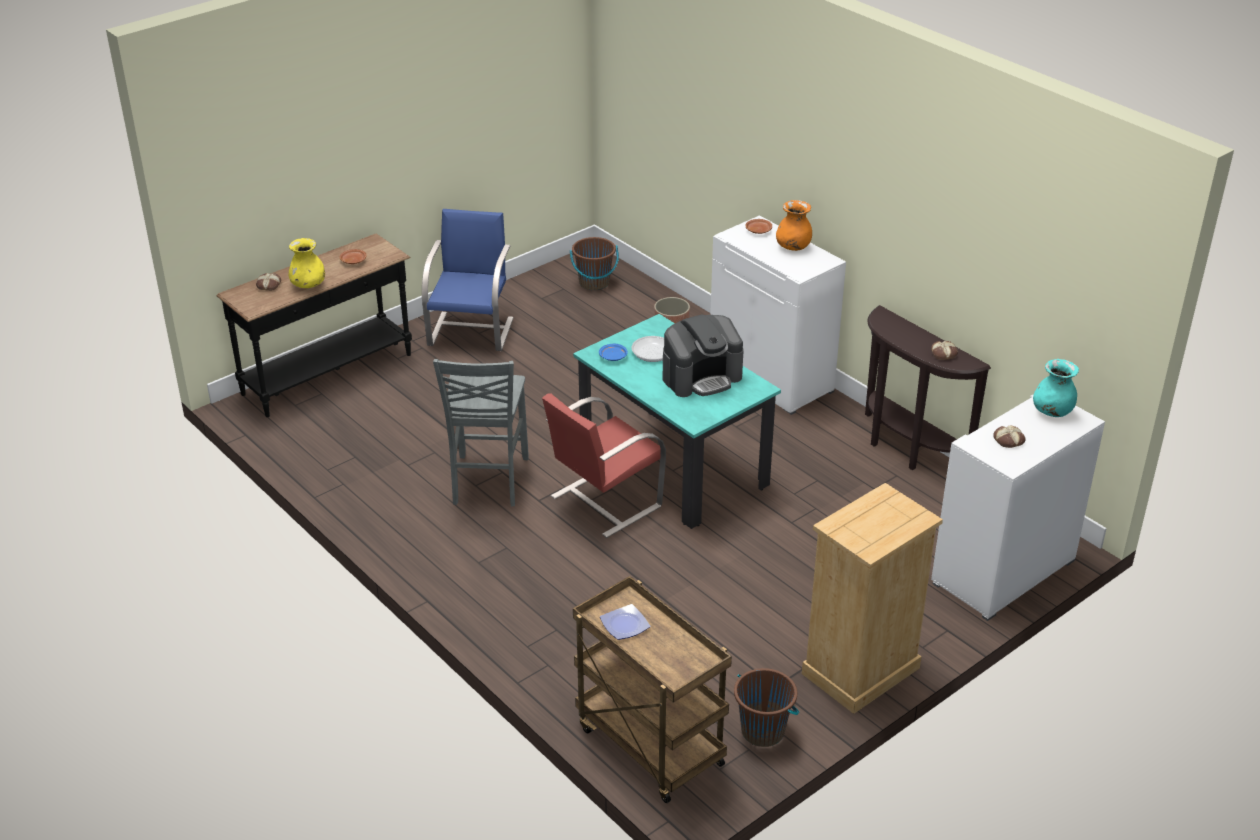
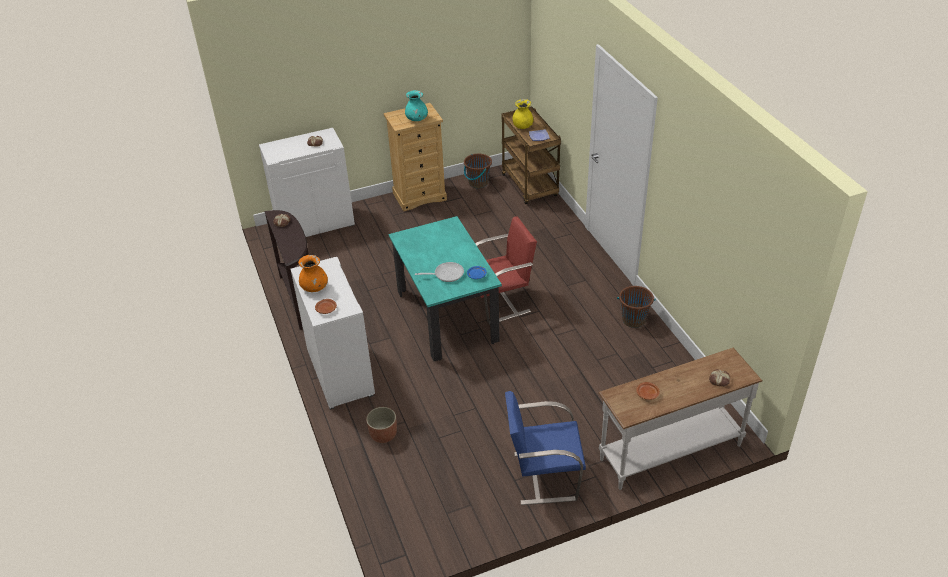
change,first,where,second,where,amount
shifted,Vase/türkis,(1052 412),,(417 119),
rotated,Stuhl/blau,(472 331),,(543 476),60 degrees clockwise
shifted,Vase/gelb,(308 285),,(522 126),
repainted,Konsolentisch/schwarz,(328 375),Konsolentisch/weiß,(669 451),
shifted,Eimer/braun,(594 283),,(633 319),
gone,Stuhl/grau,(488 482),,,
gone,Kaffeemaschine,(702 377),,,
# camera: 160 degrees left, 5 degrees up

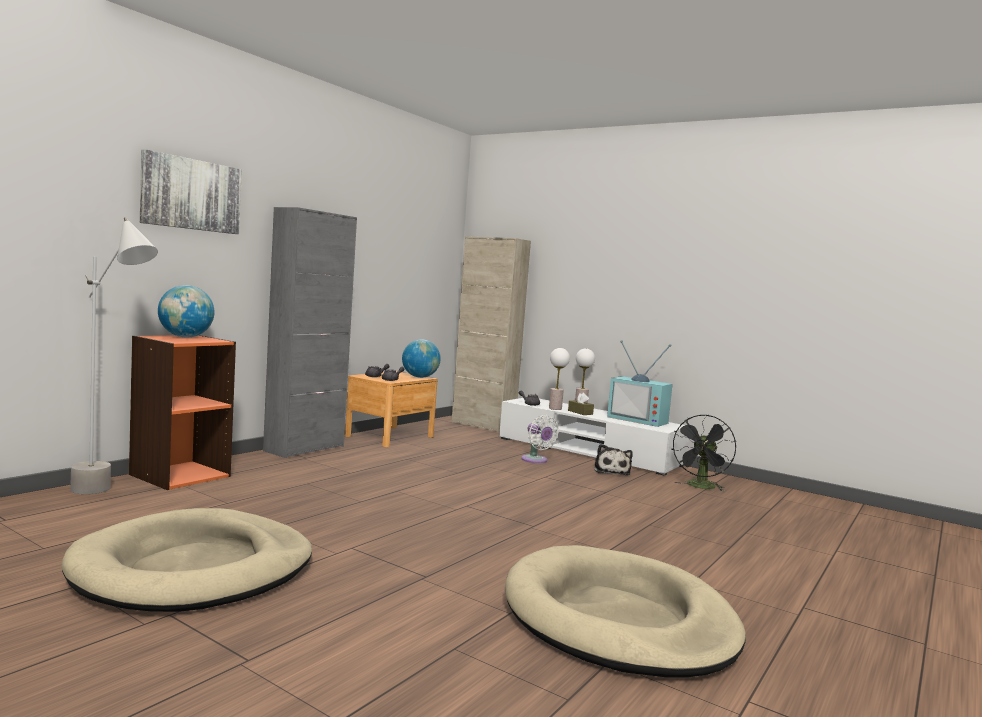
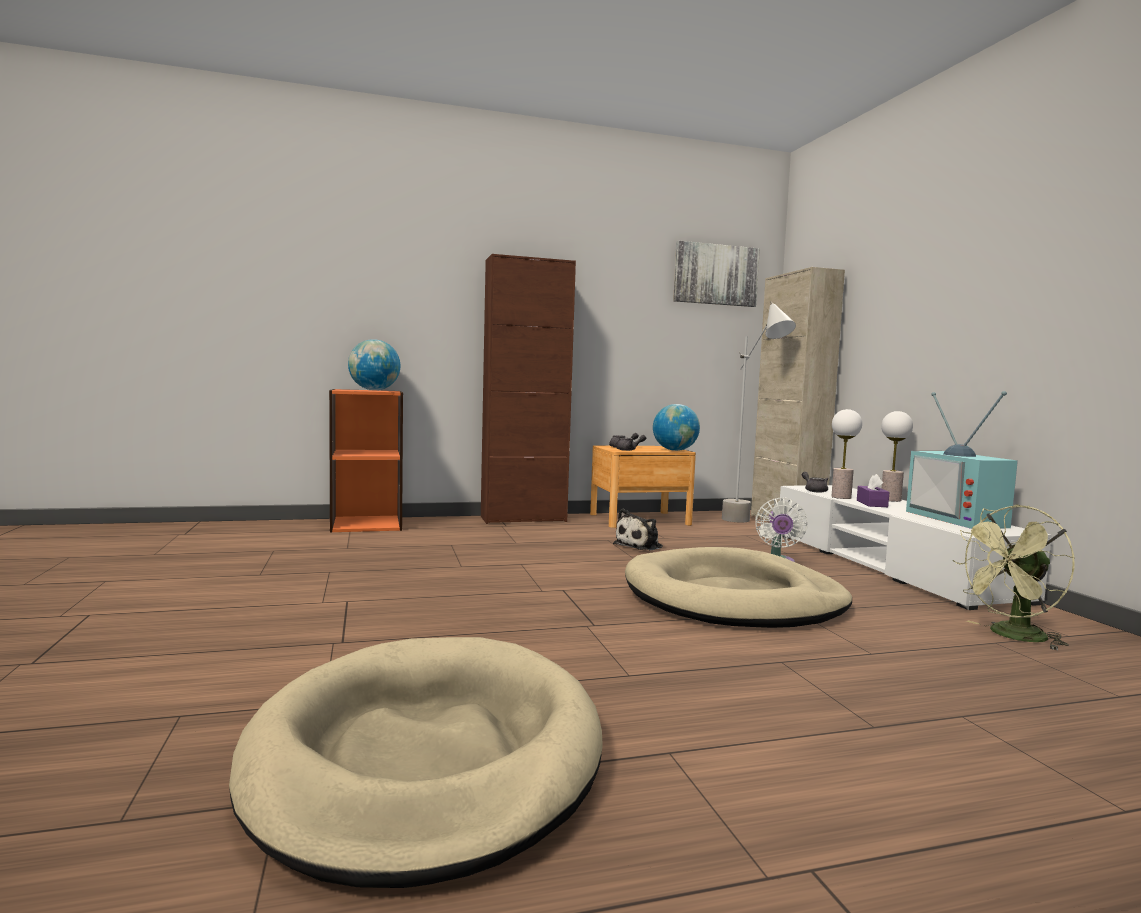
change,first,where,second,where,amount
repainted,Schrank/grau,(304 448),Schrank/braun,(523 519),
shifted,Plüschtier,(611 471),,(640 545),
shifted,Hundebett/beige,(195 569),,(734 598),
shifted,Bild,(191 194),,(715 275),
shifted,Stehlampe/grau,(109 495),,(750 524),
repainted,Taschentuchbox/braun,(580 412),Taschentuchbox/lila,(872 503),
repainted,Ventilator/schwarz,(700 487),Ventilator/grün,(1012 636),
# camera: 40 degrees right, 0 degrees up

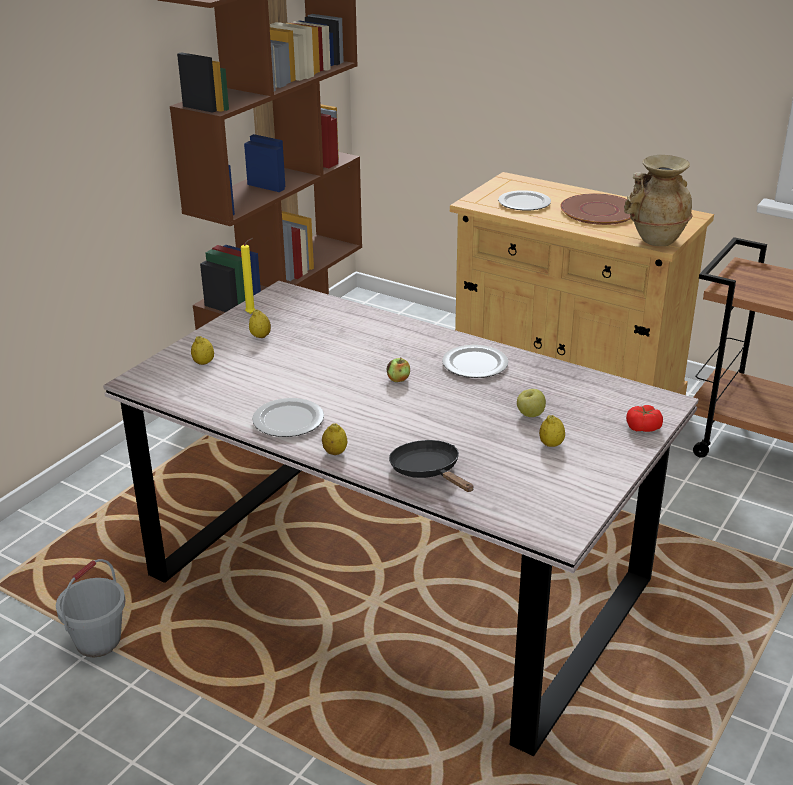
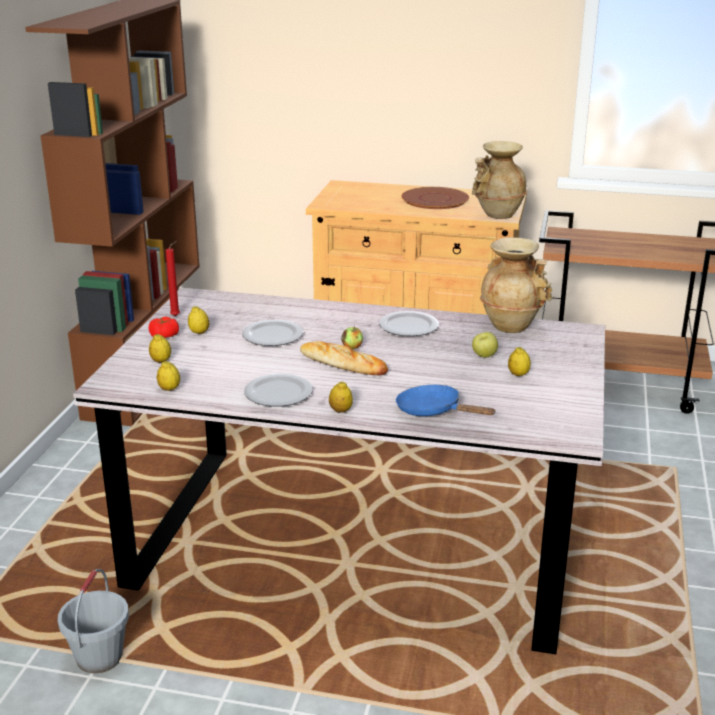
change,first,where,second,where,amount
shifted,Tomate,(643 427),,(164 335),
new,,,Zitrone,(169 389),
repainted,Kerze/gelb,(252 313),Kerze/rot,(177 316),
shifted,Teller,(524 203),,(273 336),
new,,,Brot,(343 364),
repainted,Pfanne/schwarz,(428 472),Pfanne/blau,(434 411),
new,,,Vase/beige,(511 325),
# camera: 20 degrees left, 5 degrees down

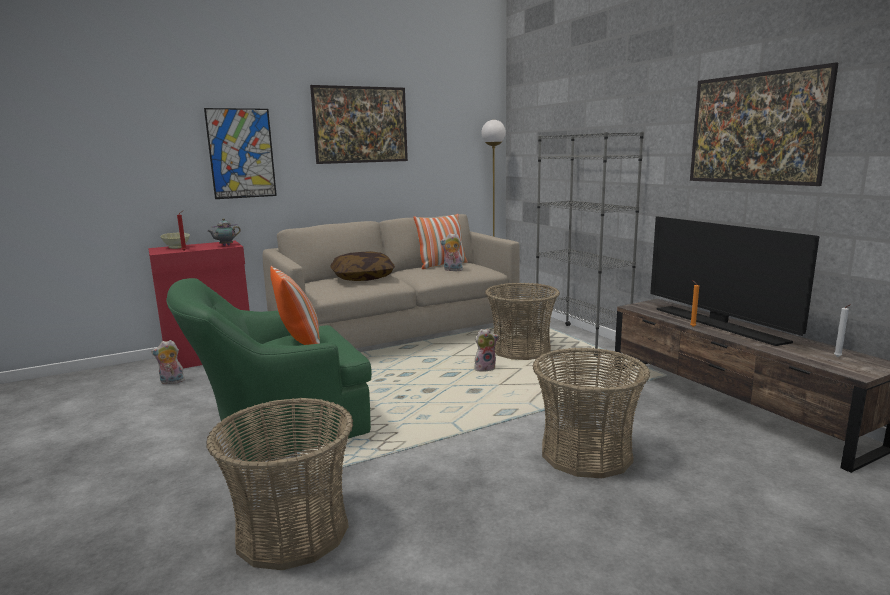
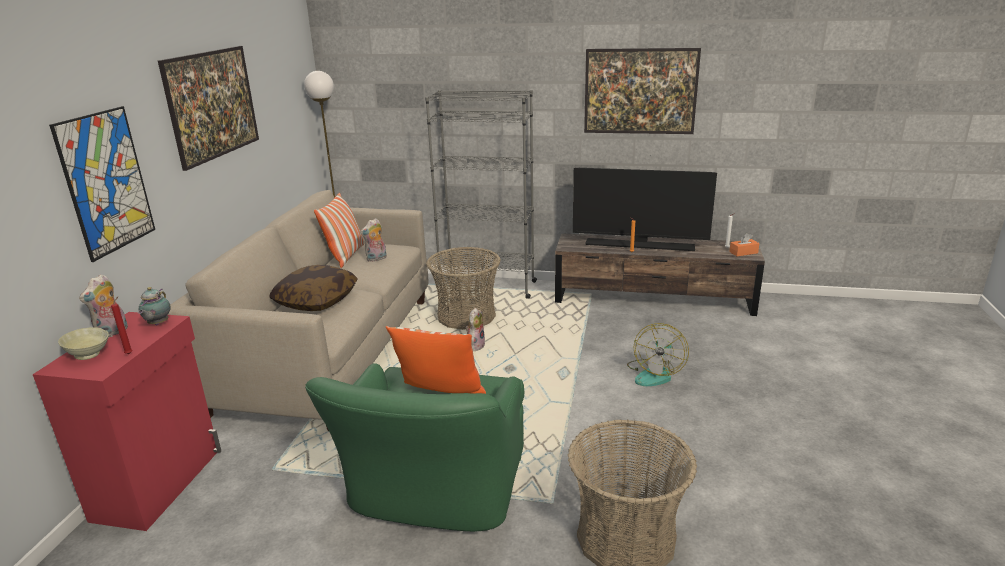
change,first,where,second,where,amount
shifted,Plüschtier,(171 382),,(112 333),
swapped,Korb,(586 453),Ventilator,(655 374),
new,,,Taschentuchbox/orange,(743 252),
# camera: 50 degrees left, 10 degrees up

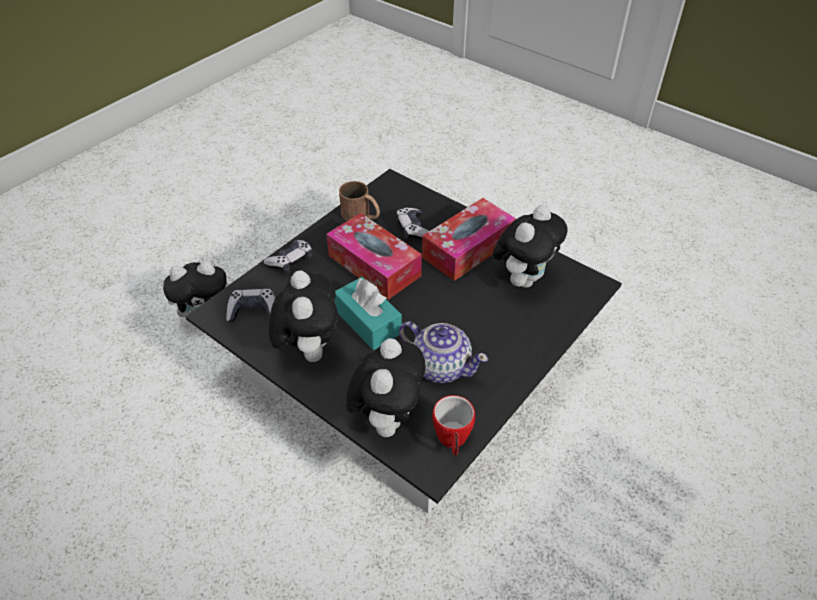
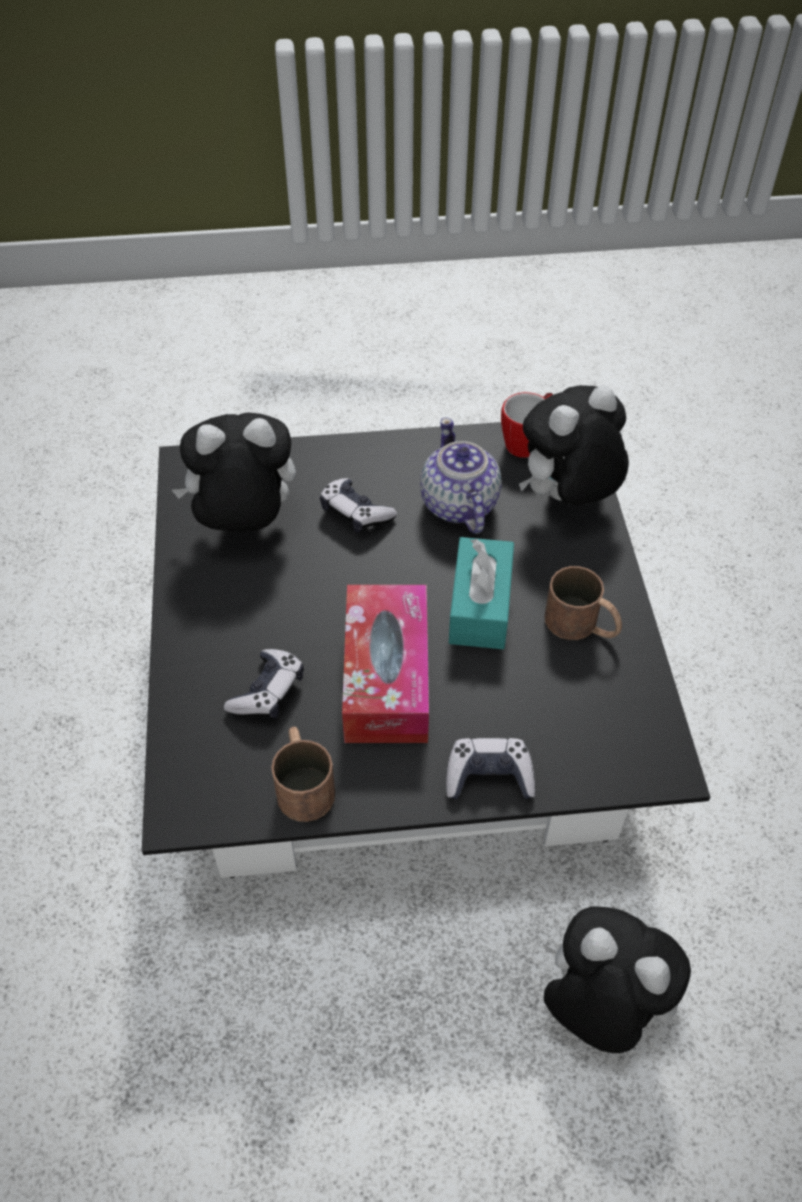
change,first,where,second,where,amount
shifted,Gamepad,(253 311),,(355 513),
swapped,Plüschtier,(308 349),Henkelbecher/braun,(582 625),
gone,Taschentuchbox,(468 249),,,
# camera: 135 degrees left, 5 degrees up

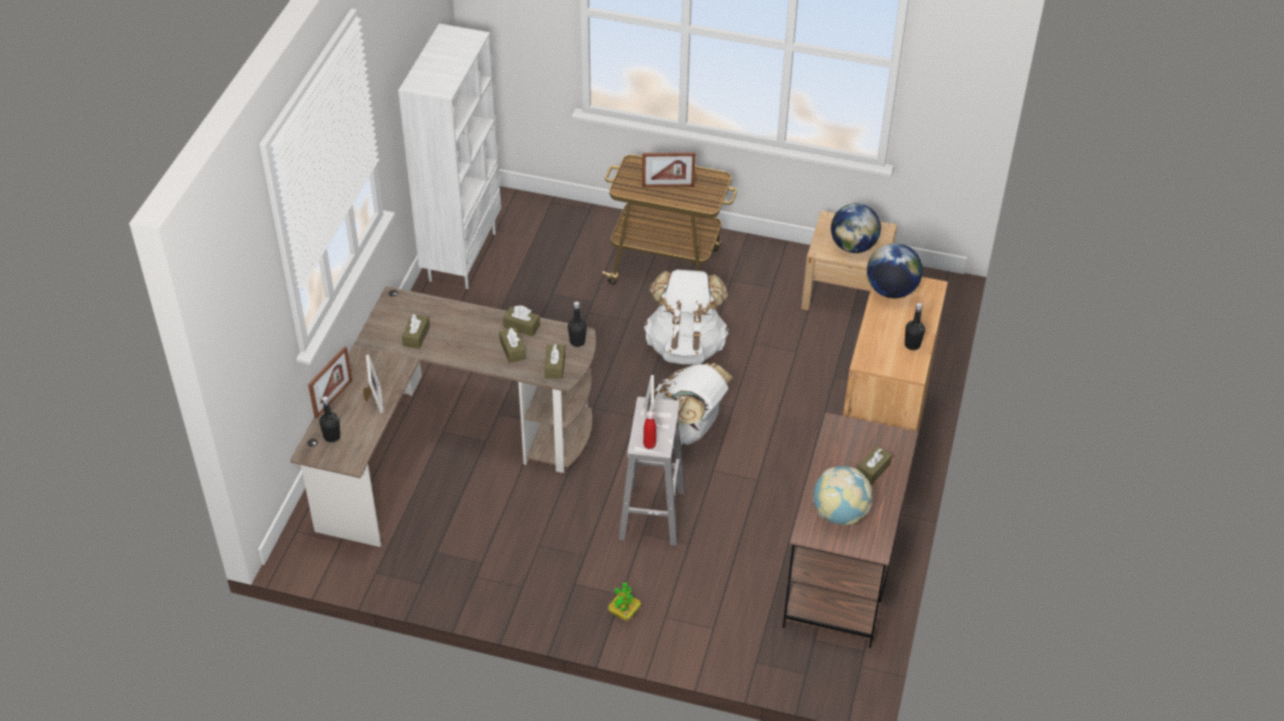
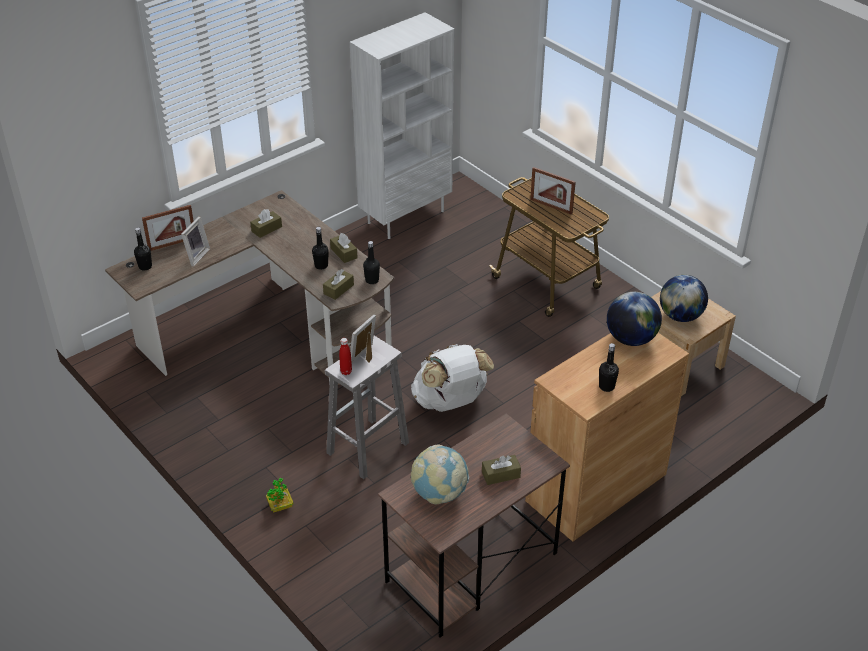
change,first,where,second,where,amount
swapped,Taschentuchbox/braun,(513 350),Flasche/schwarz,(321 265),
gone,Rucksack/weiß,(686 346),,,
# camera: 35 degrees right, 5 degrees down

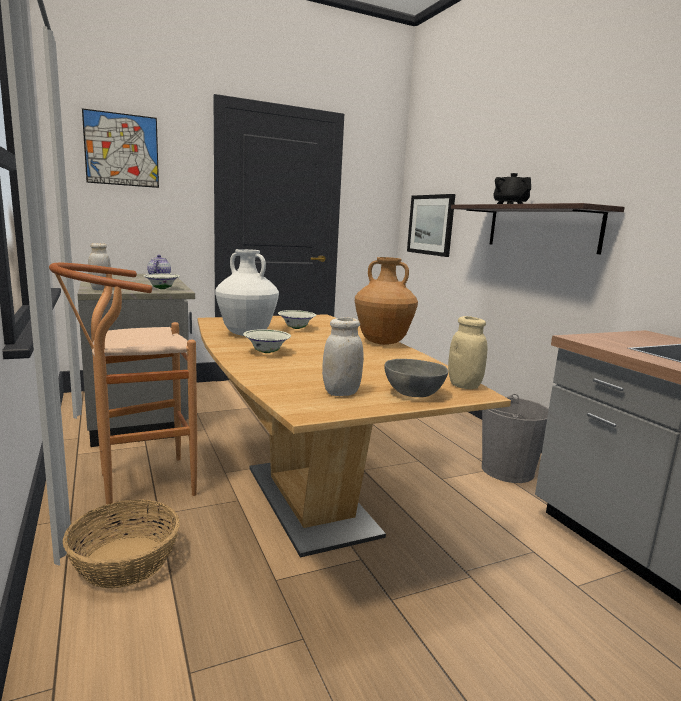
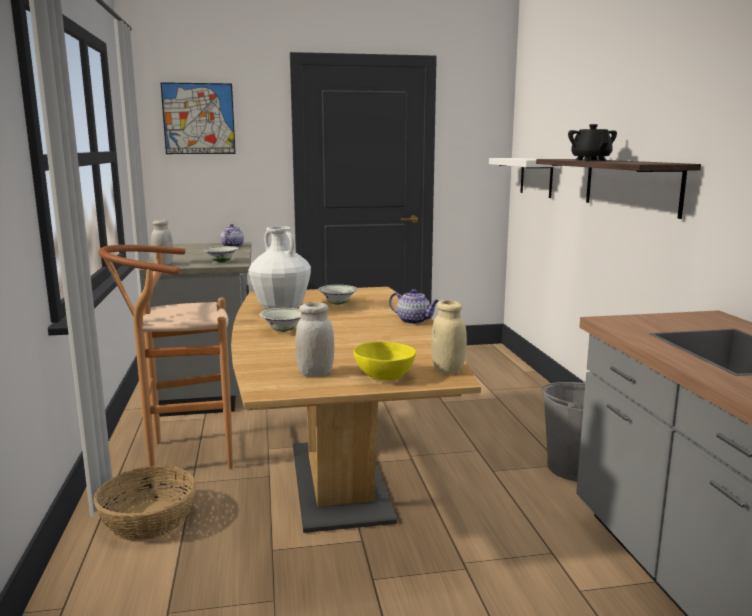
change,first,where,second,where,amount
repainted,Schüssel/grau,(412 394),Schüssel/gelb,(383 377),
swapped,Vase/braun,(383 342),Teekanne,(414 321),
swapped,Bild,(431 225),Wandregal/weiß,(536 177),
# camera: 15 degrees right, 0 degrees up

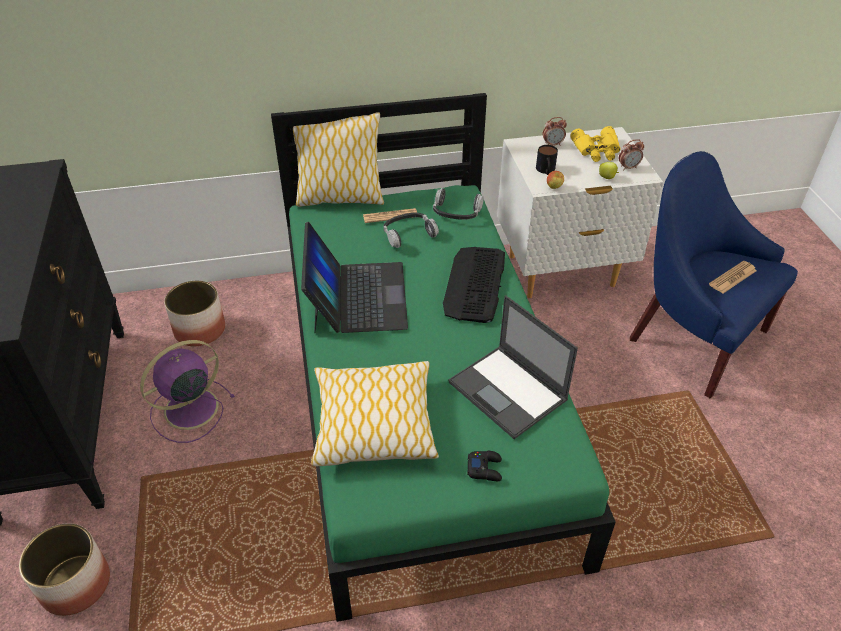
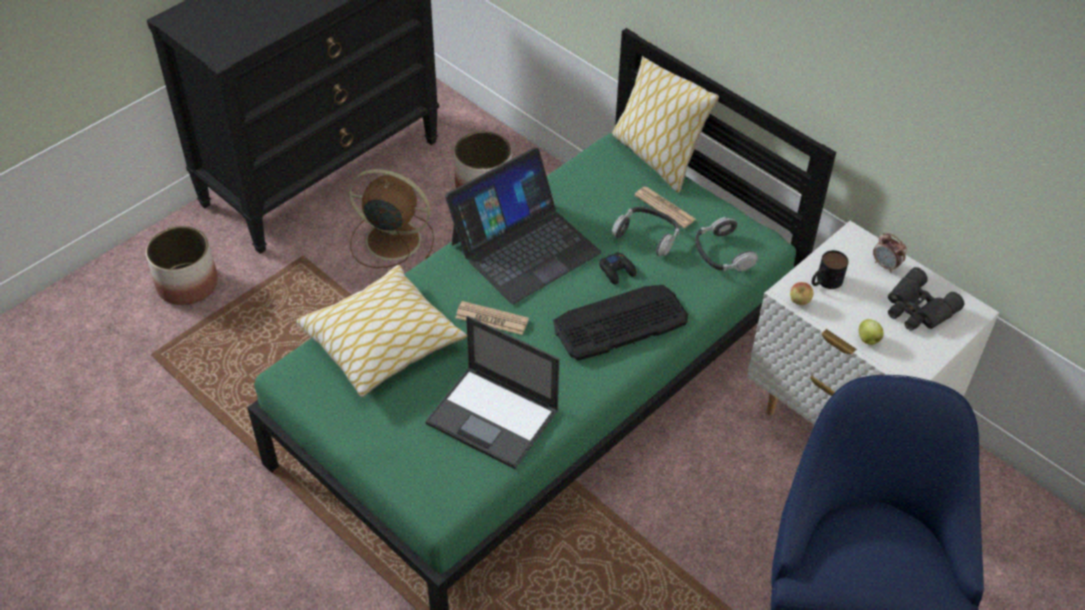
change,first,where,second,where,amount
repainted,Ventilator/lila,(189 410),Ventilator/braun,(390 240),
rotated,Laptop,(509 392),,(494 417),75 degrees counterclockwise
shifted,Zeitung,(732 277),,(492 319),
shifted,Gamepad/schwarz,(485 468),,(617 271),
repainted,Fernglas/gelb,(597 150),Fernglas/schwarz,(917 309),
gone,Wecker,(628 167),,,
# camera: 55 degrees right, 5 degrees up

